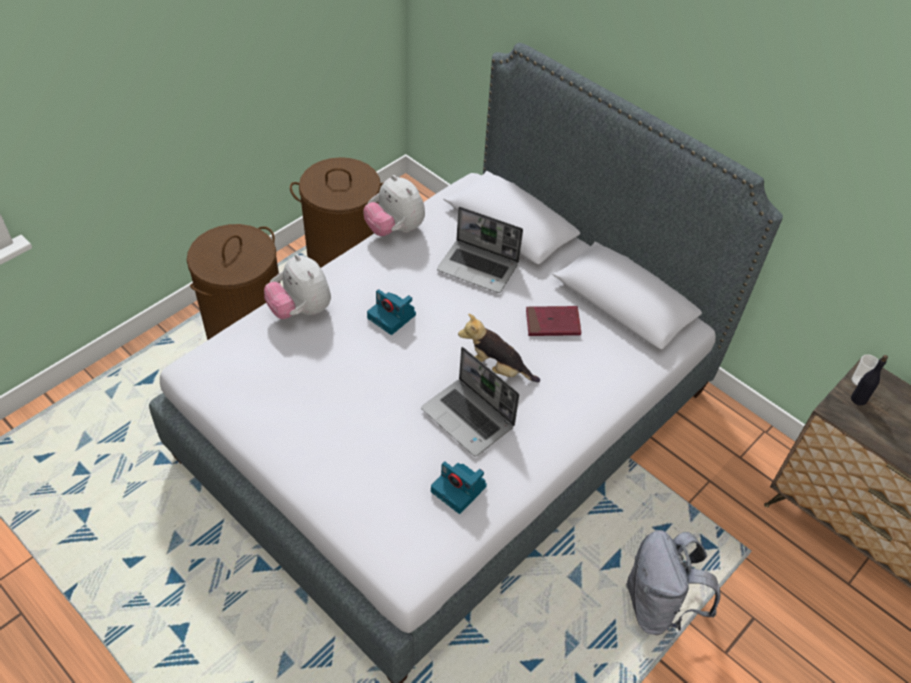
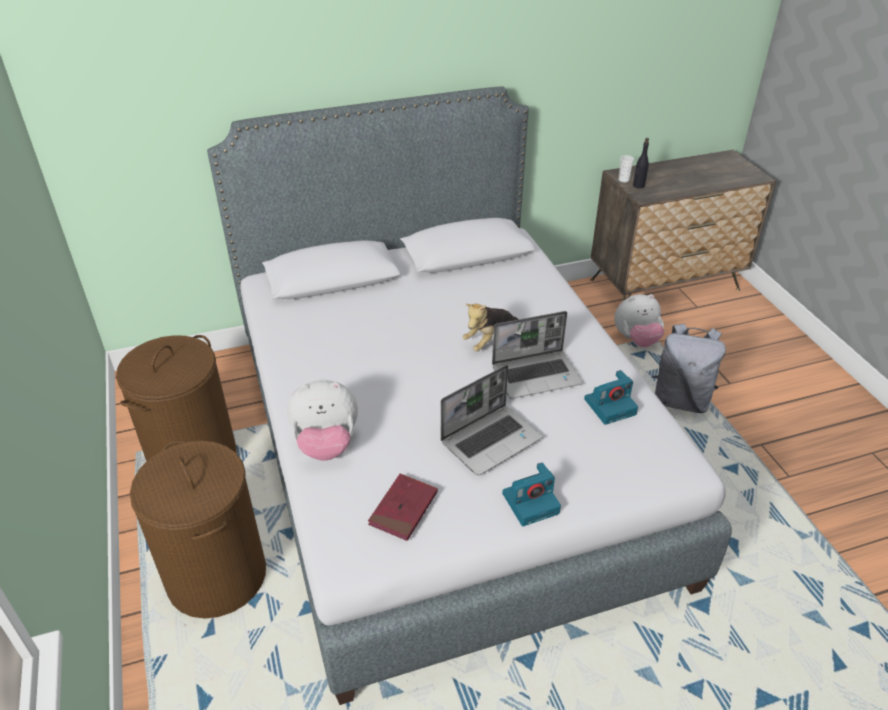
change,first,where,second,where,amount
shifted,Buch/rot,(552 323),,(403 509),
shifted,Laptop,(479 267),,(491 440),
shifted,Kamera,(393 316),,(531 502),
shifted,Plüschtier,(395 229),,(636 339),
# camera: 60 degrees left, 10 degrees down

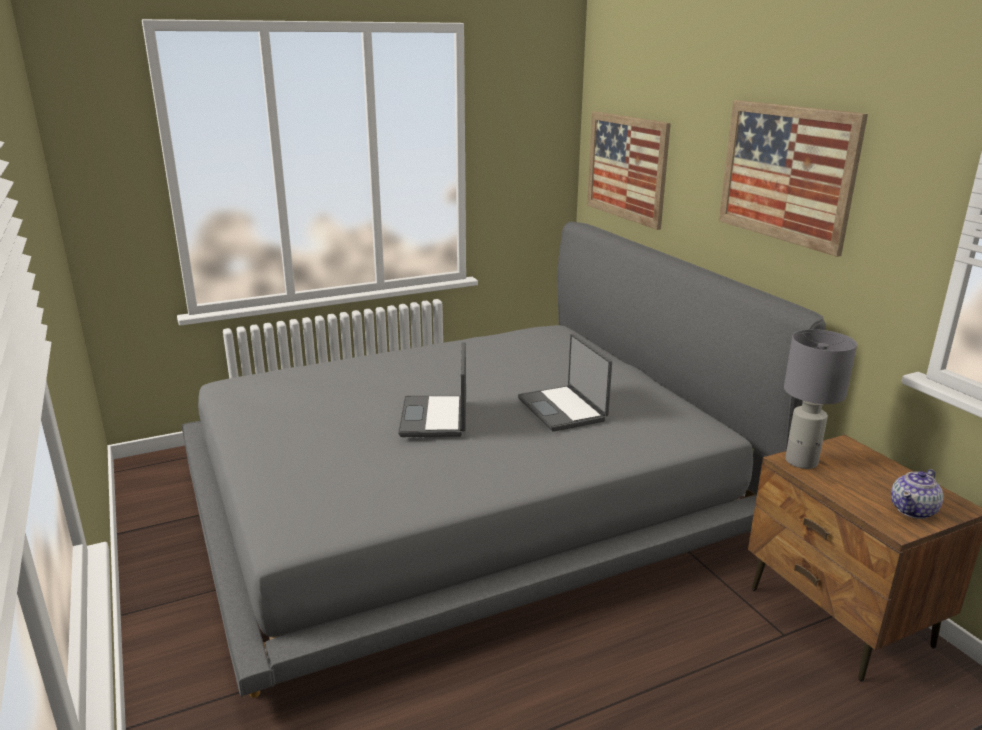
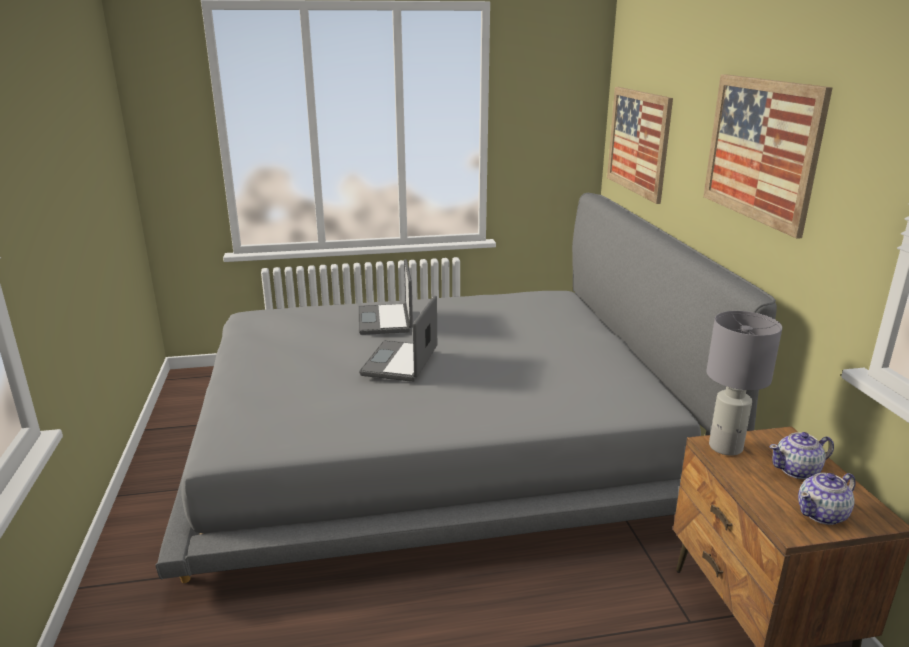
change,first,where,second,where,amount
shifted,Laptop,(563 409),,(386 320),
new,,,Teekanne,(797 470),
# camera: 15 degrees right, 0 degrees up

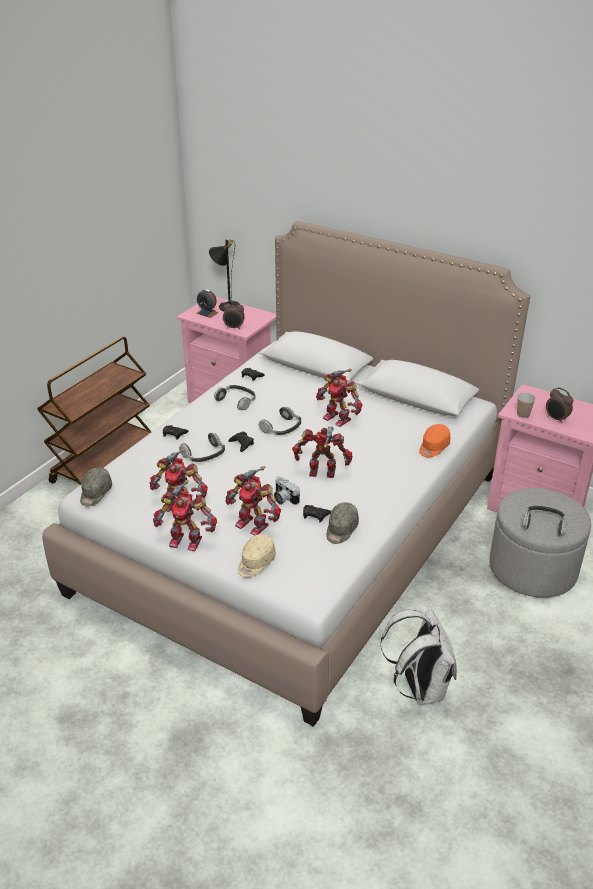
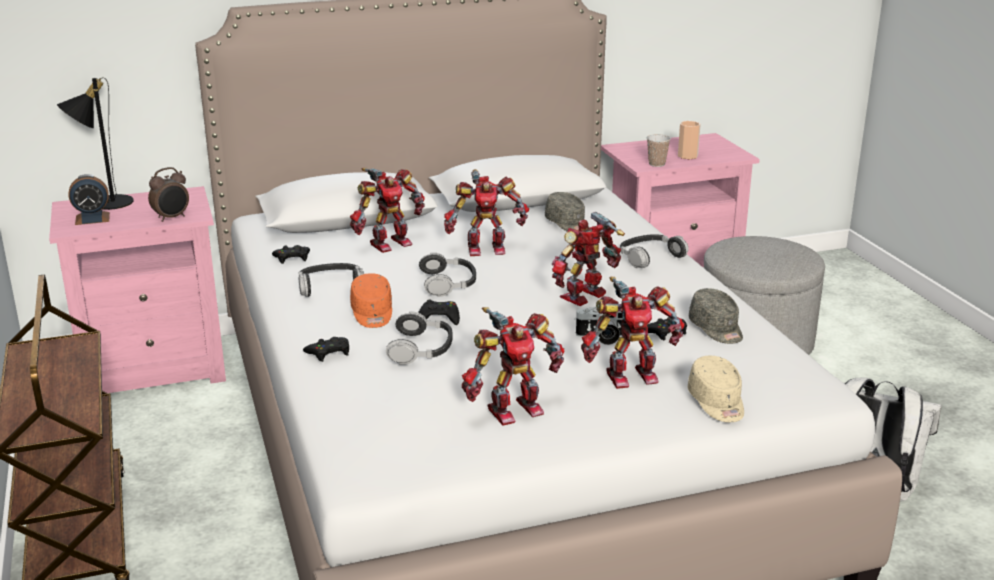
change,first,where,second,where,amount
shifted,Spielzeugroboter,(186 540),,(389 243),
shifted,Kappe/orange,(433 447),,(372 313),
shifted,Kappe/grau,(95 493),,(568 224),
shifted,Kopfhörer,(543 524),,(650 257),
swapped,Wecker,(556 419),Tasse,(687 156),
# camera: 50 degrees left, 10 degrees down

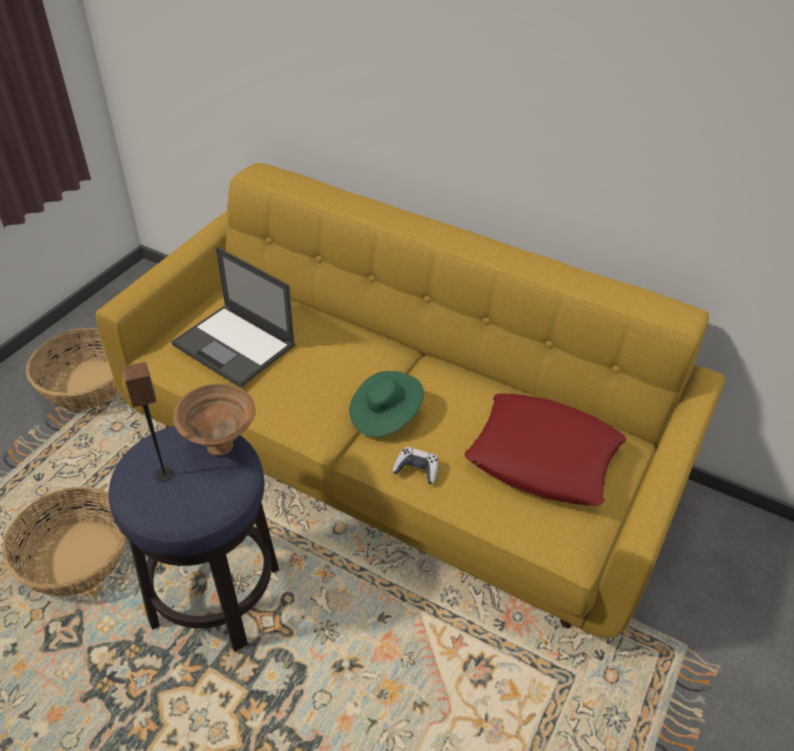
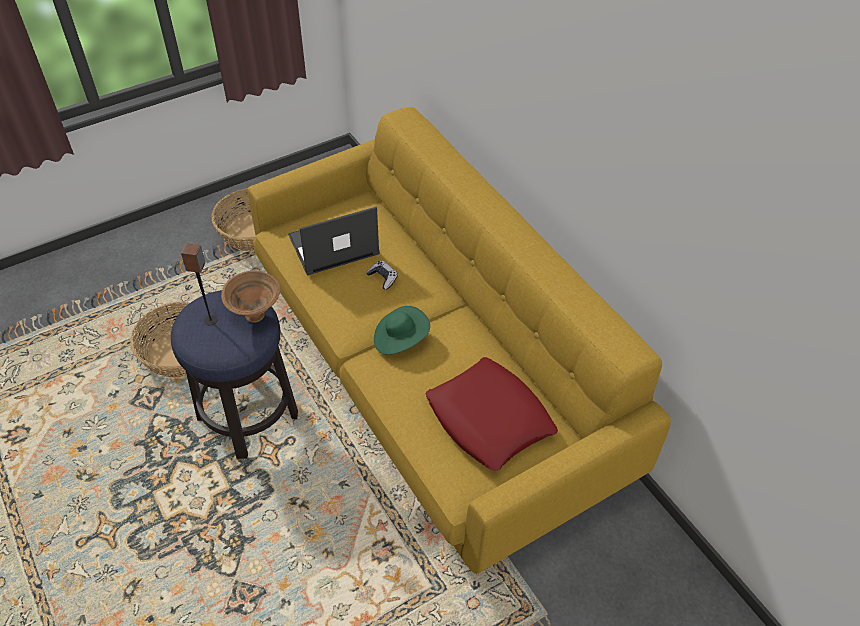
change,first,where,second,where,amount
rotated,Laptop,(235 345),,(332 245),90 degrees clockwise
shifted,Gamepad,(416 470),,(383 278),
# camera: 30 degrees right, 5 degrees up

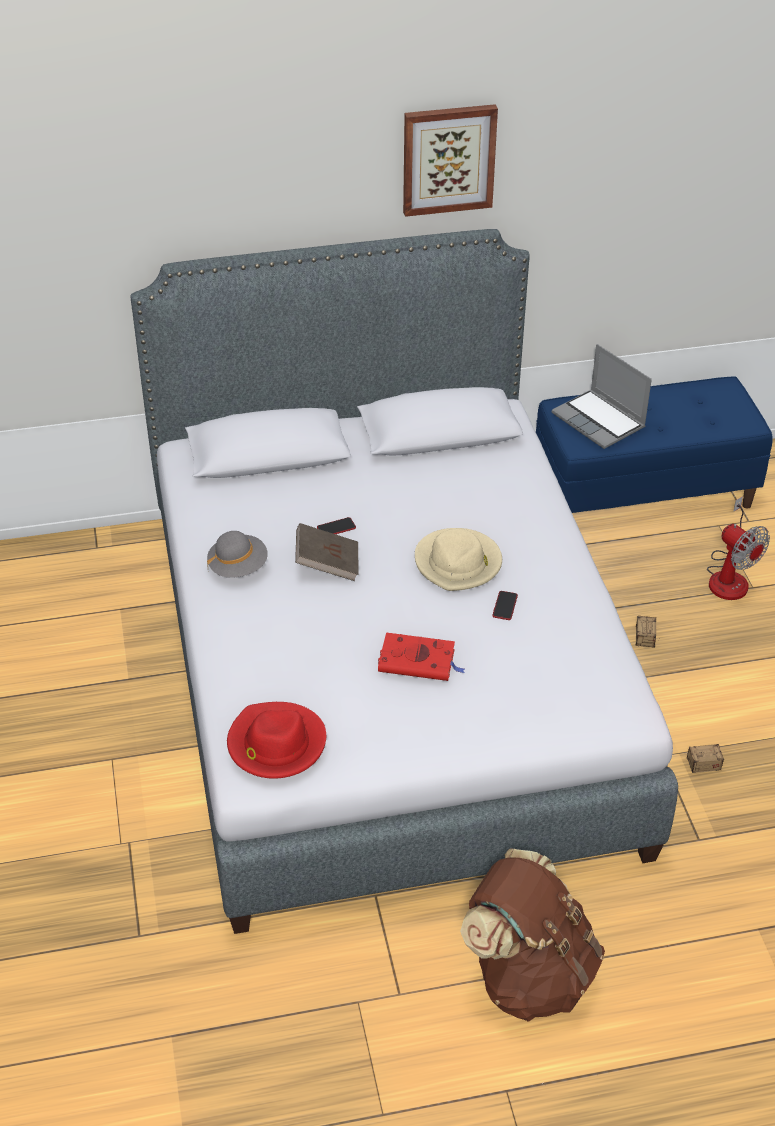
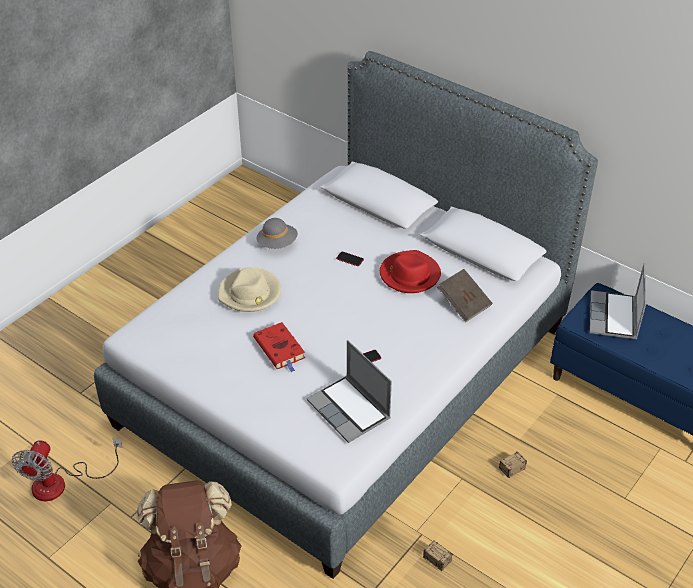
change,first,where,second,where,amount
shifted,Ventilator,(729 576),,(61 483),
shifted,Hut/beige,(458 563),,(250 293),
new,,,Laptop,(350 410),
shifted,Hut/rot,(276 744),,(409 275),
shifted,Buch/braun,(327 564),,(464 304),
gone,Bild,(448 159),,,
# camera: 50 degrees right, 0 degrees up

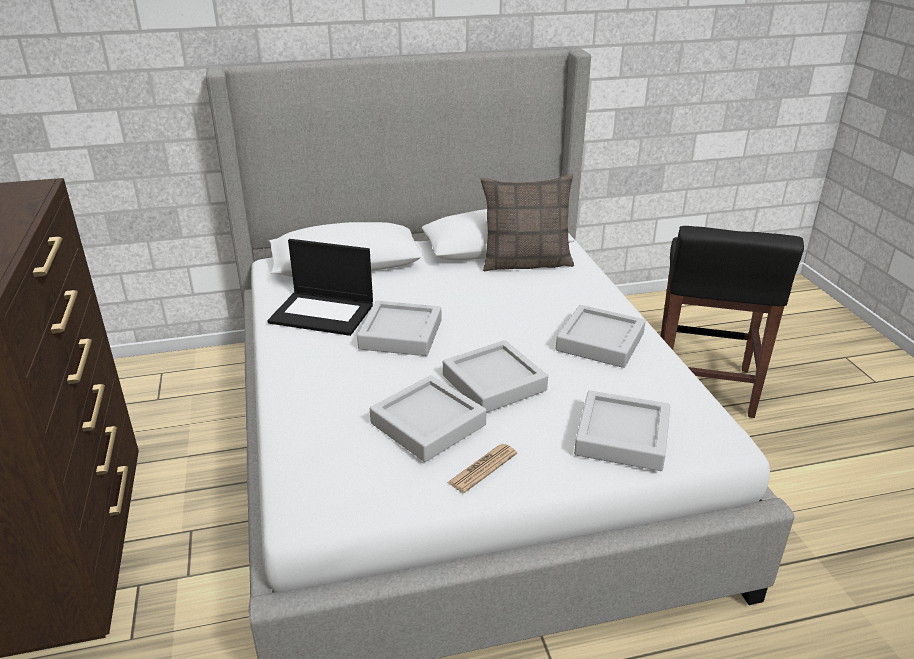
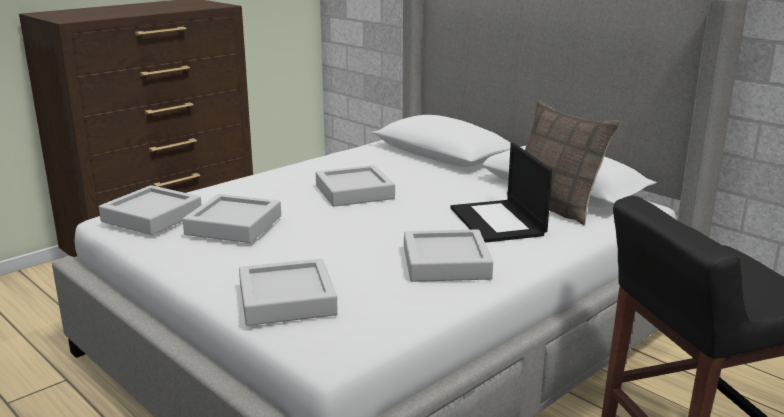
change,first,where,second,where,amount
shifted,Tablett/grau,(494 383),,(152 217),
shifted,Laptop,(323 313),,(498 222),
gone,Zeitung,(482 468),,,
# camera: 60 degrees right, 10 degrees down

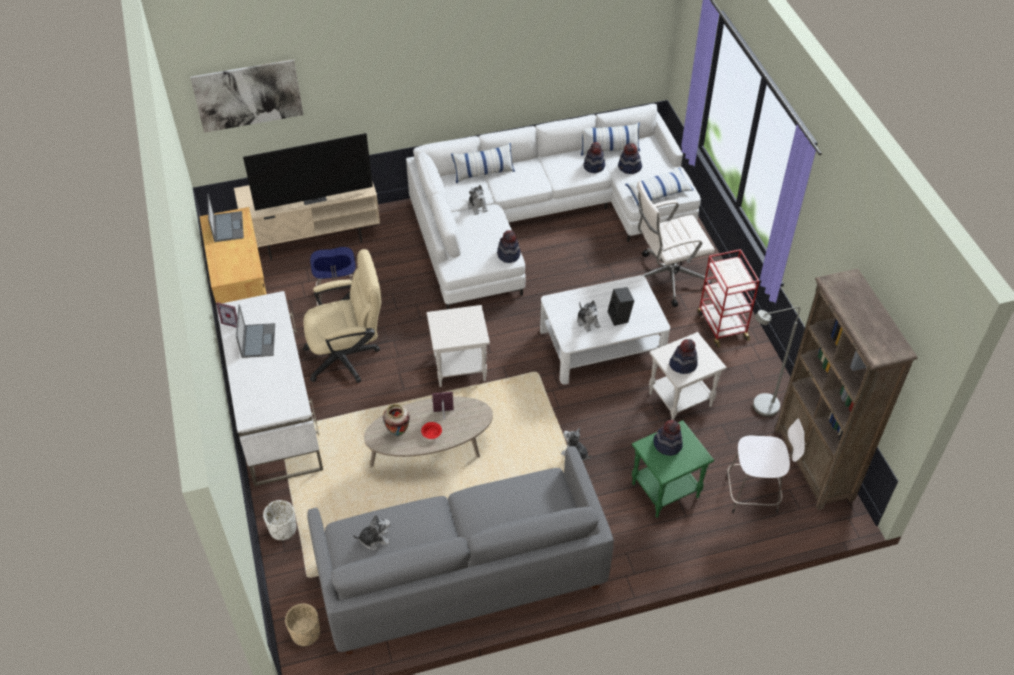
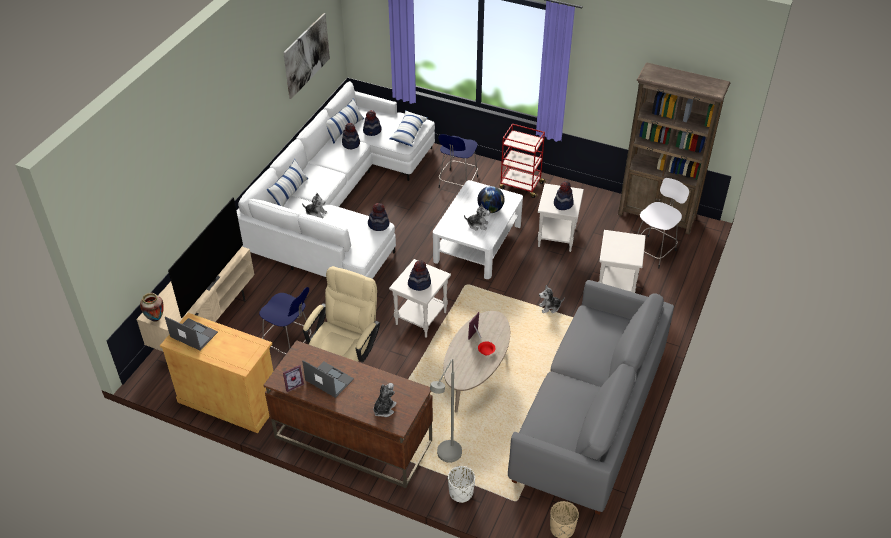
change,first,where,second,where,amount
shifted,Vase,(398 432),,(155 319),
repainted,Schreibtisch/weiß,(276 414),Schreibtisch/braun,(352 439),
shifted,Bild,(248 95),,(306 55),
shifted,Plüschtier,(374 539),,(384 409),
shifted,Hut,(667 444),,(419 283),
shifted,Stehlampe/grau,(759 408),,(446 458),
swapped,Bürostuhl/weiß,(667 277),Hocker/blau,(457 183),
swapped,Lautsprecher/schwarz,(620 317),Globus,(490 209),
repainted,Beistelltisch/grün,(665 489),Beistelltisch/weiß,(615 285),
# camera: 50 degrees left, 5 degrees down

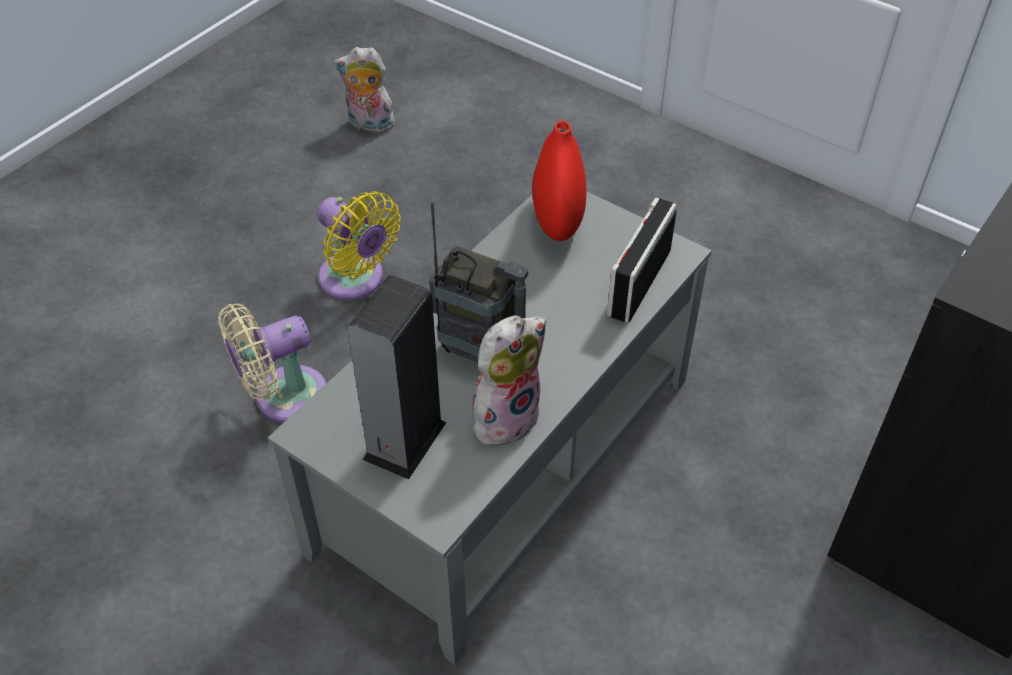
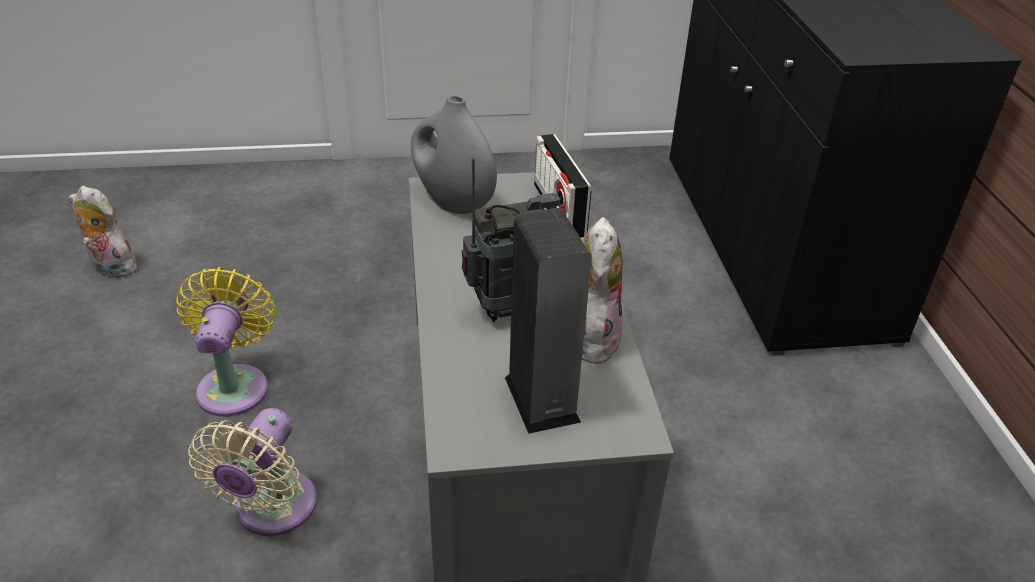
change,first,where,second,where,amount
rotated,Plüschtier,(369 125),,(110 268),60 degrees clockwise
rotated,Ventilator/gelb,(356 280),,(235 385),90 degrees counterclockwise
repainted,Vase/rot,(557 221),Vase/grau,(453 202),
# camera: 45 degrees left, 10 degrees down

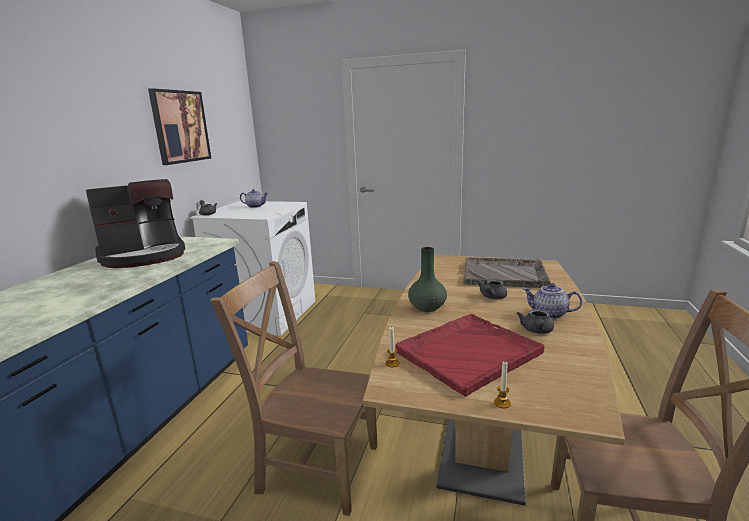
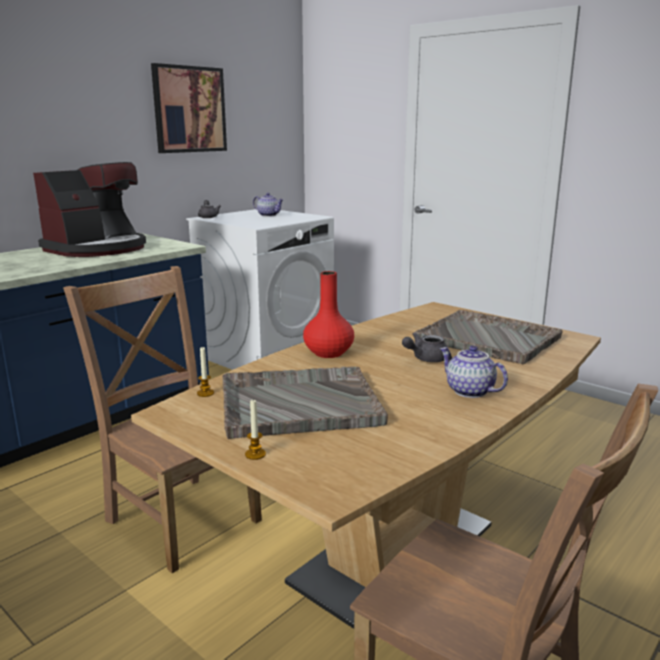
change,first,where,second,where,amount
rotated,Kaffeemaschine,(144 256),,(98 249),45 degrees counterclockwise
repainted,Tablett/rot,(467 353),Tablett/grau,(298 403),
repainted,Vase/grün,(428 307),Vase/rot,(329 353),
gone,Teekanne/grau,(536 331),,,
# camera: 25 degrees right, 0 degrees up

